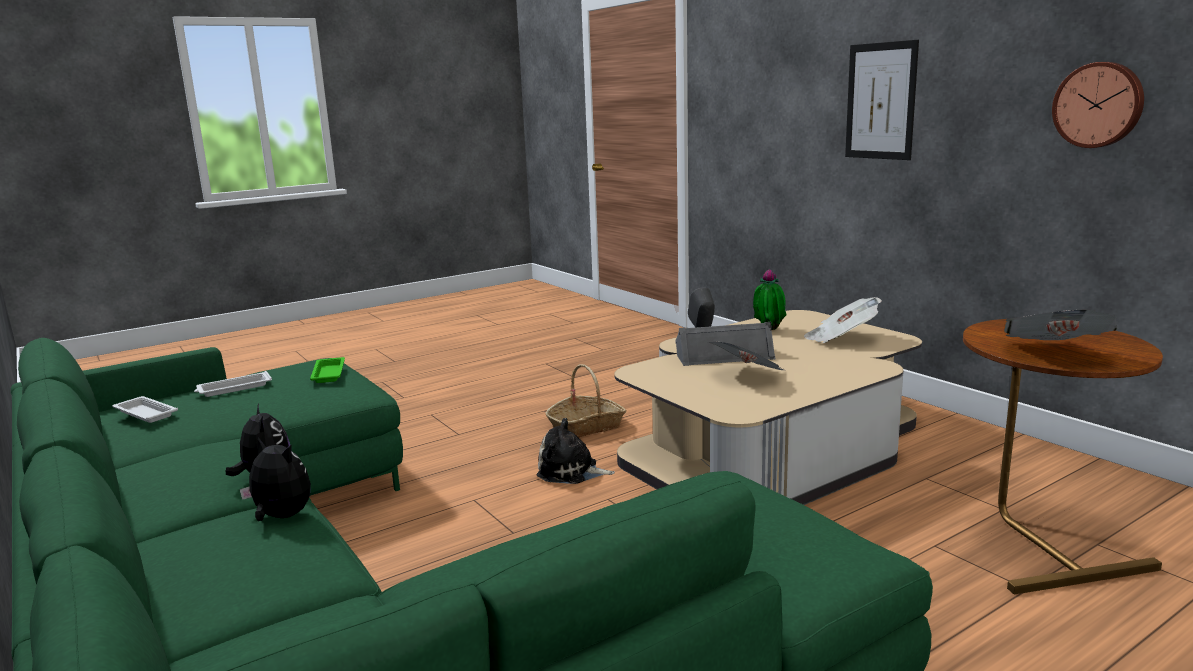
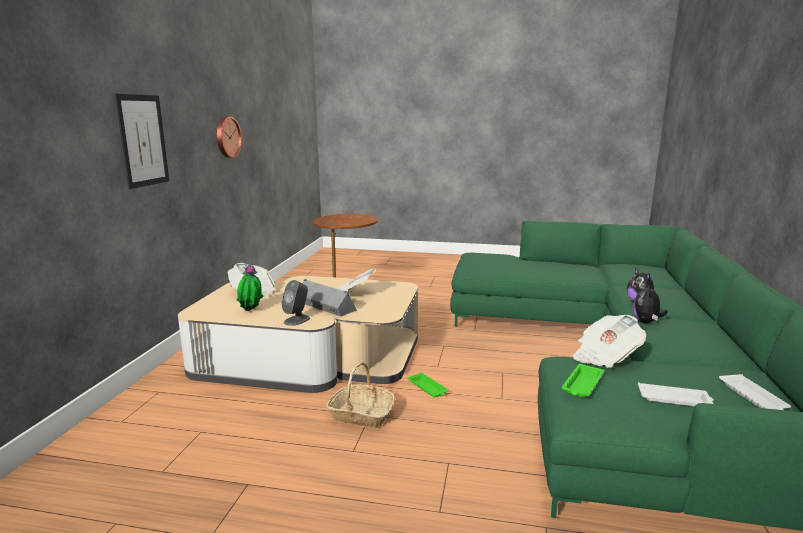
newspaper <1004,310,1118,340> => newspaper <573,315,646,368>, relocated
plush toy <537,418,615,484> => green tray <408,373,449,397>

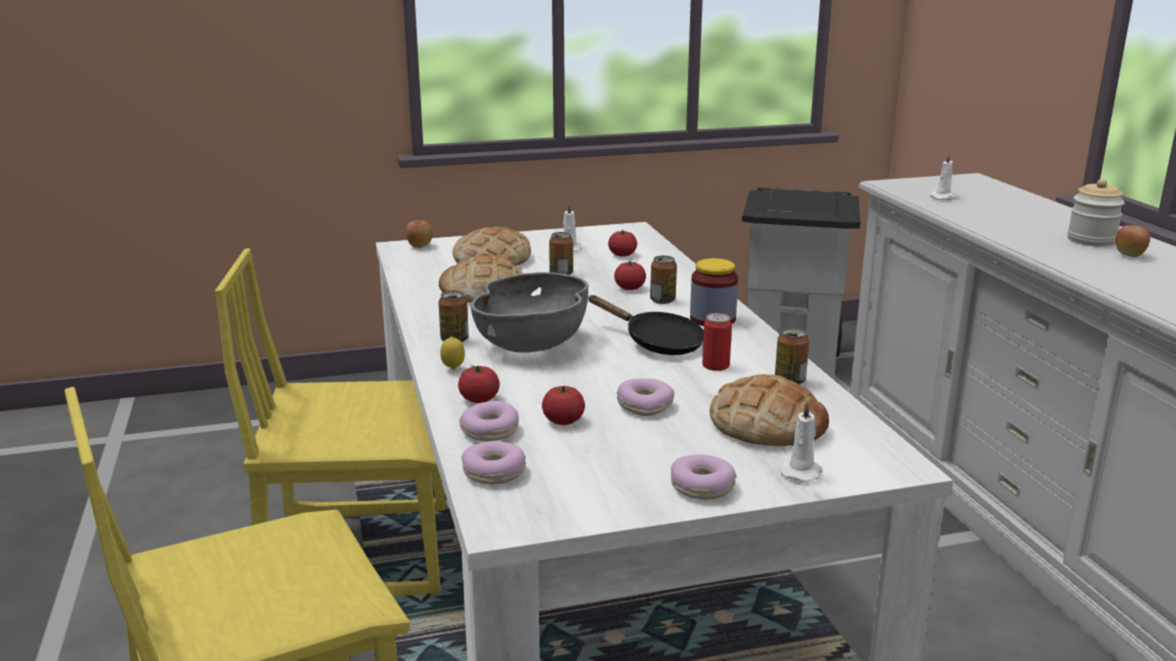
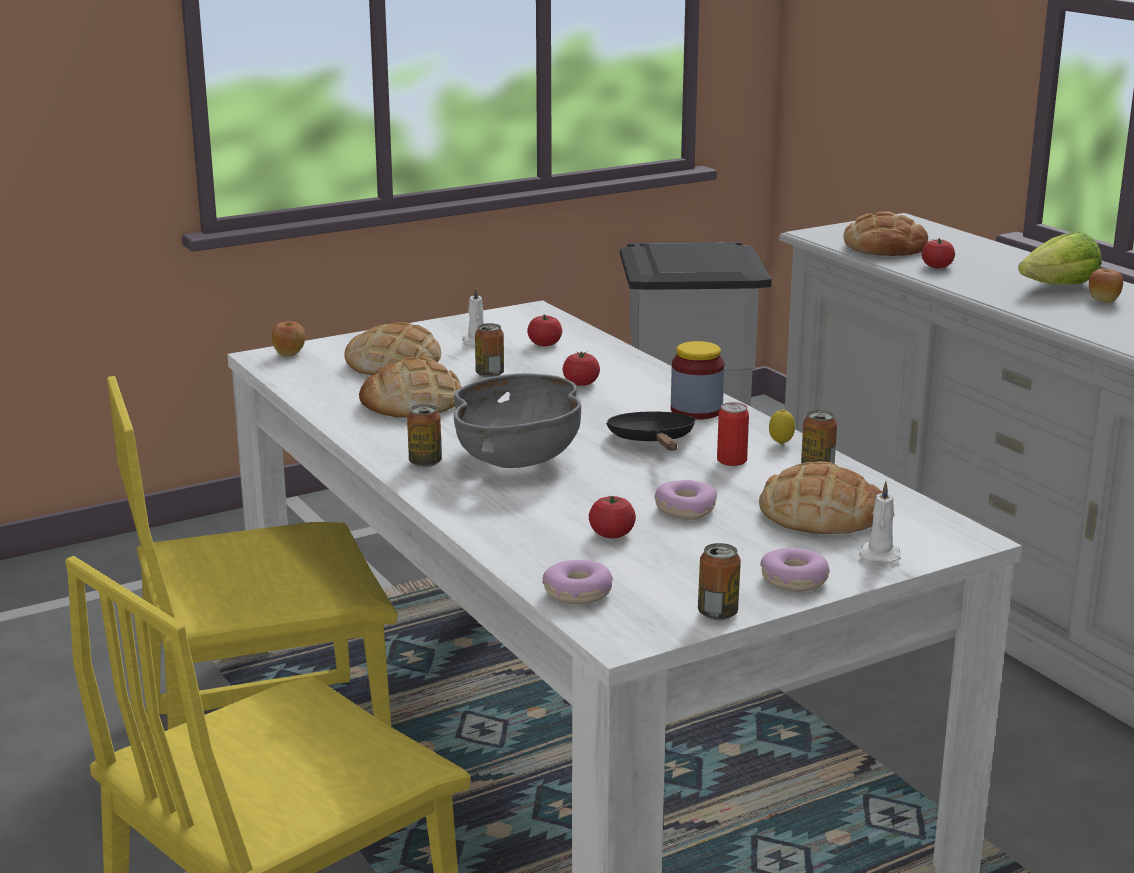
donut <459,401,519,441> => nothing
lemon <440,337,465,370> => lemon <769,409,795,445>, relocated
tomato <458,365,500,403> => tomato <921,238,955,268>, relocated
can <650,256,677,304> => can <698,543,741,620>, relocated
white candle <930,153,958,200> => bread <843,211,928,256>
jar <1067,179,1125,246> => lettuce <1018,231,1102,285>
black frying pan <588,295,704,355> => black frying pan <606,411,696,451>, 120 degrees counterclockwise

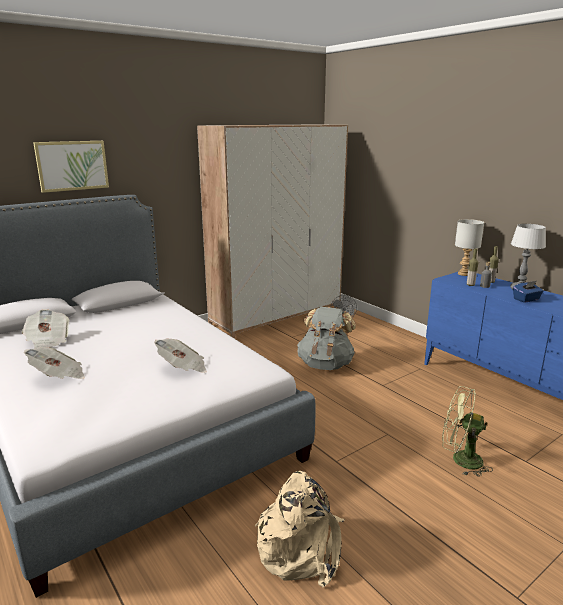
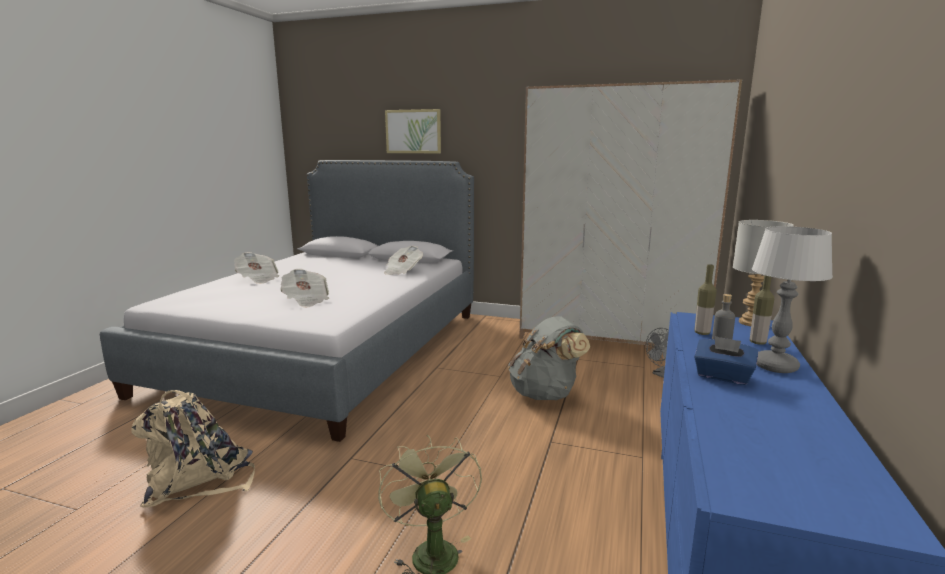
newspaper <22,309,69,349> => newspaper <384,246,423,275>, relocated

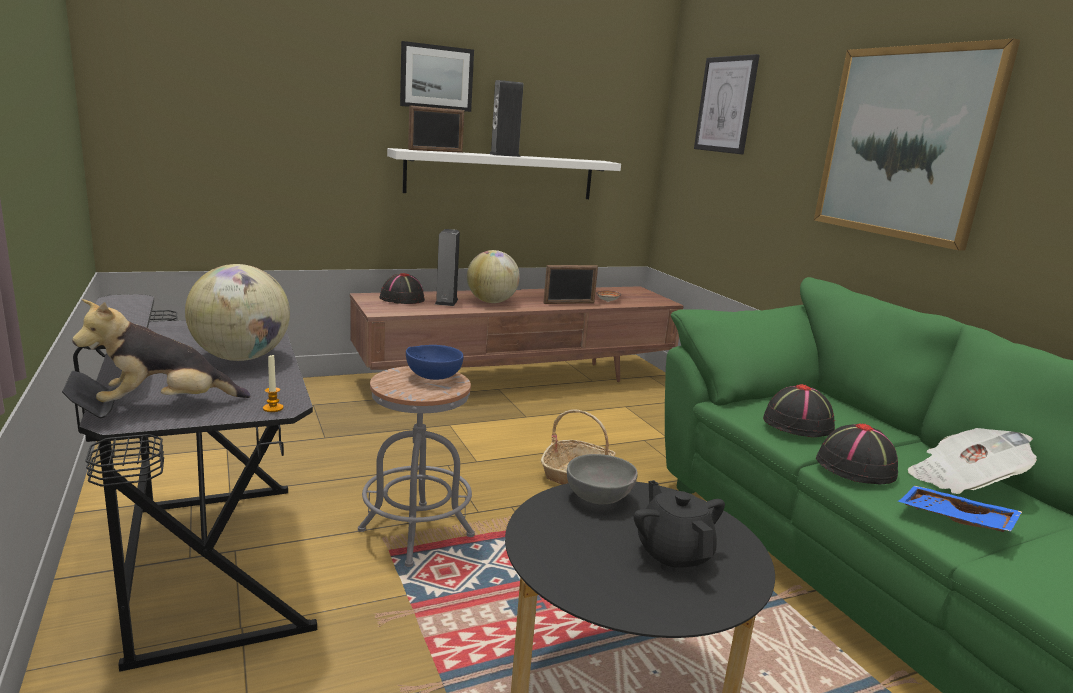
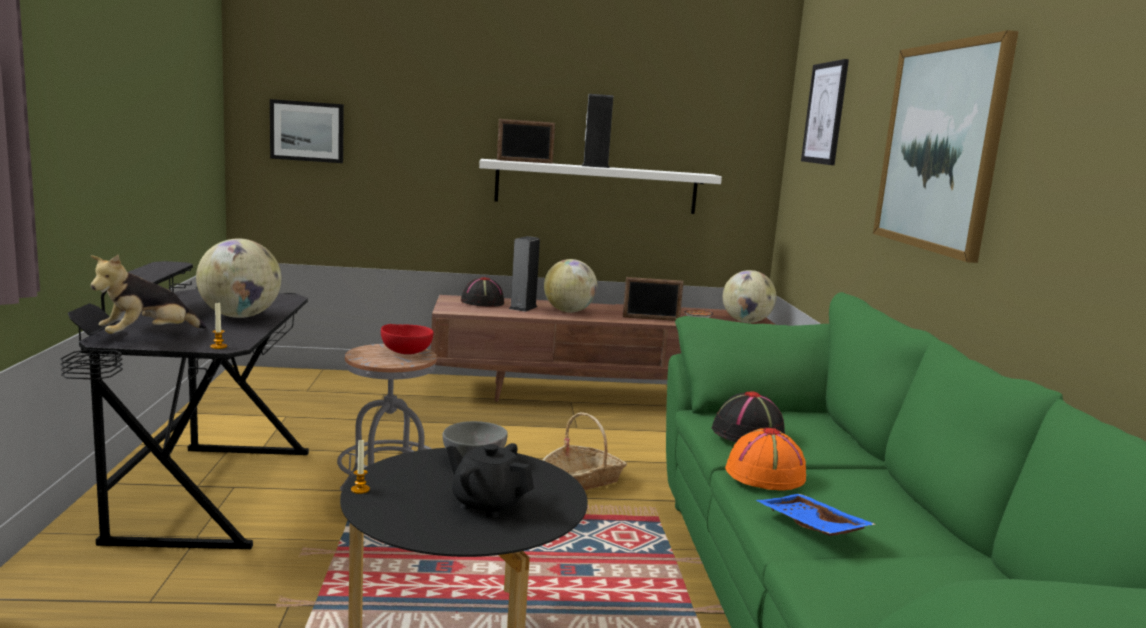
newspaper <908,428,1037,494> => nothing
nothing => candle <351,440,370,494>
nothing => globe <723,270,776,323>
picture <400,41,474,112> => picture <270,99,344,163>, relocated
blue bowl <406,345,463,380> => red bowl <381,324,434,354>
black hat <816,423,898,485> => orange hat <725,428,806,490>
plush toy <72,299,250,402> => plush toy <91,254,206,334>, 45 degrees counterclockwise
black teapot <634,480,725,572> => black teapot <446,443,534,518>, 60 degrees counterclockwise

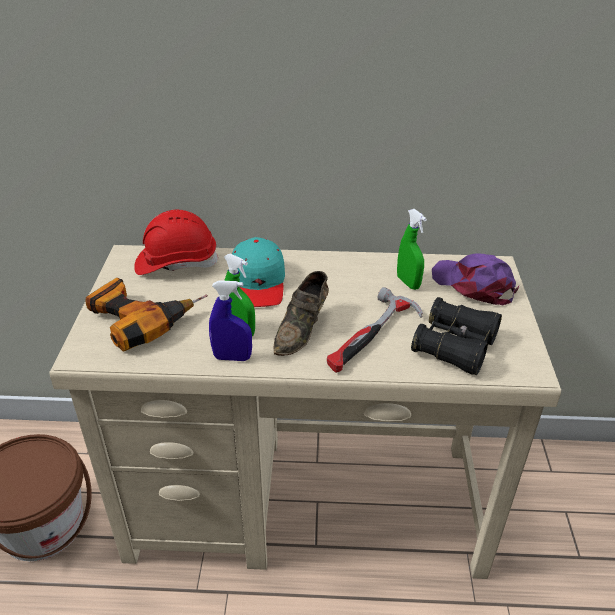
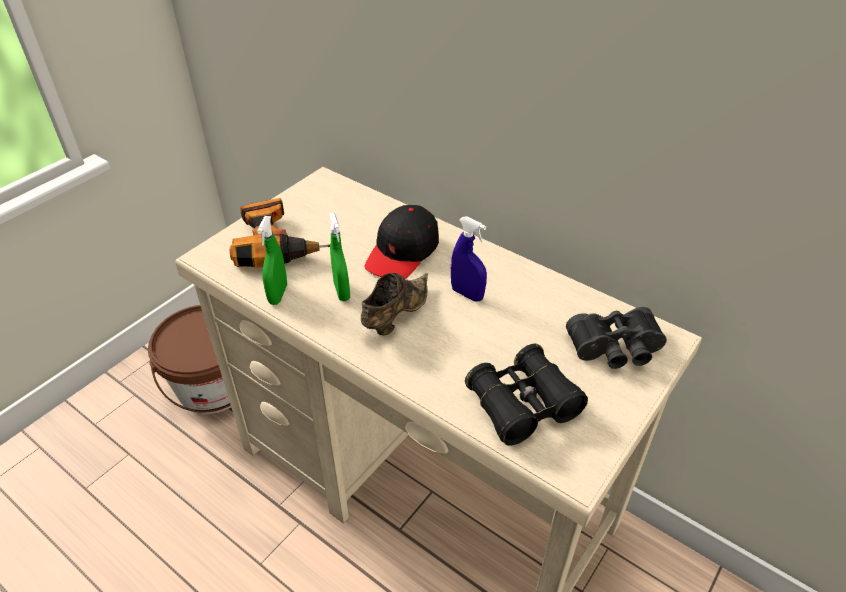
red hard hat <134,210,219,275> => nothing
hammer <327,287,423,373> => nothing
blue spray bottle <209,280,252,361> => blue spray bottle <451,216,487,302>, relocated
green spray bottle <397,209,427,290> => green spray bottle <257,216,287,305>, relocated
purple cap <432,253,519,305> => black binoculars <566,307,667,369>
turquoise cap <232,237,285,307> => black cap <365,205,439,279>
brown shoe <274,271,329,356> => brown shoe <361,273,428,335>, 150 degrees clockwise

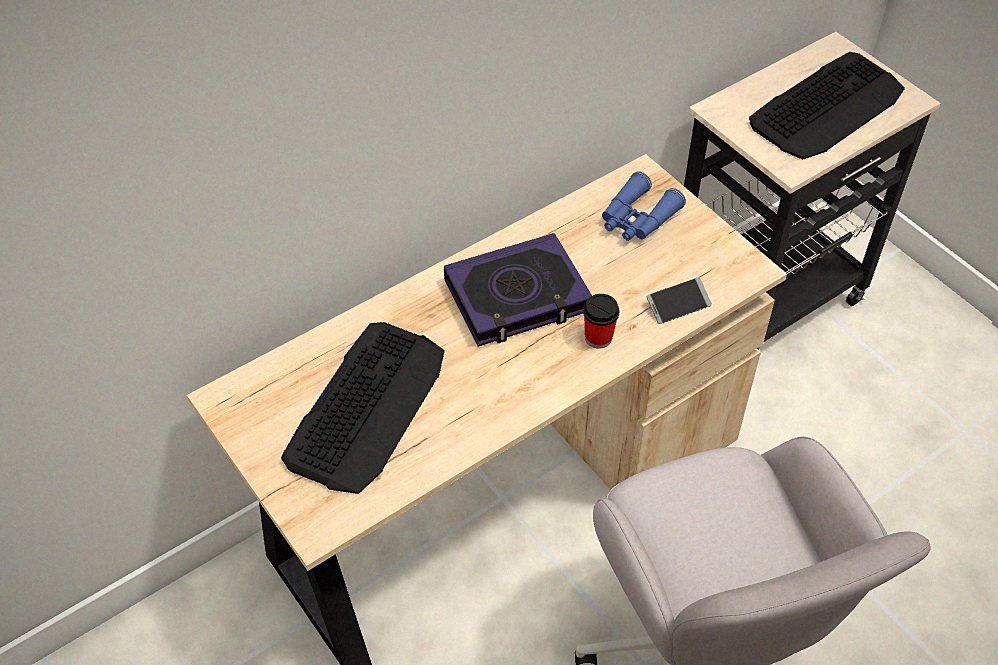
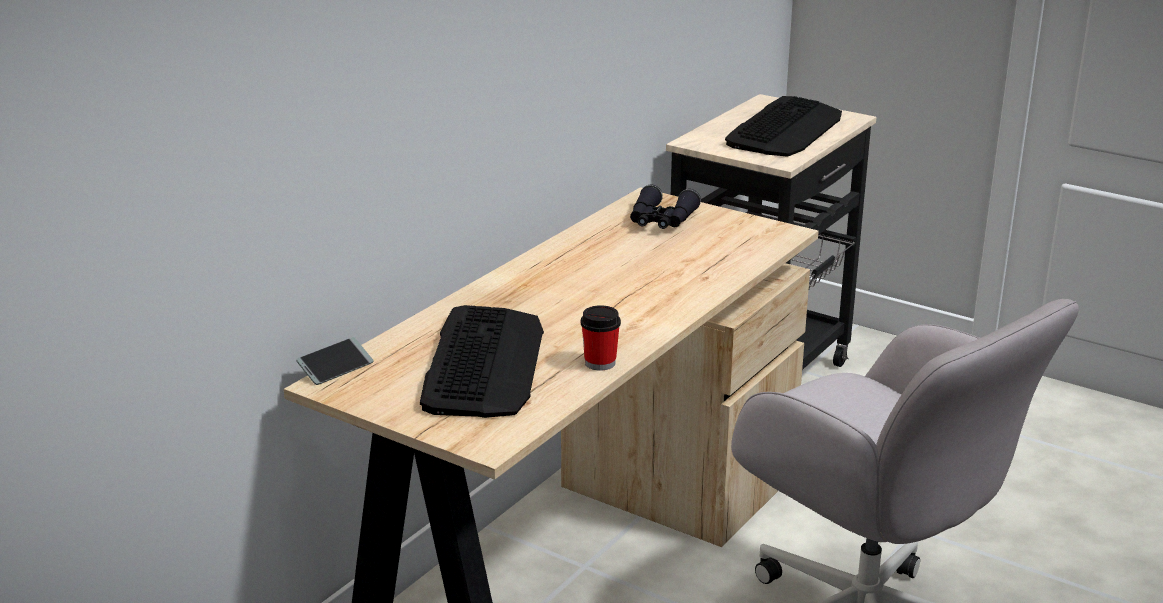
book <444,233,592,346> => nothing
cup <583,294,619,349> => cup <581,305,621,371>, relocated
phone <647,277,712,324> => phone <296,337,374,385>, relocated
blue binoculars <602,171,686,241> => black binoculars <630,185,701,229>

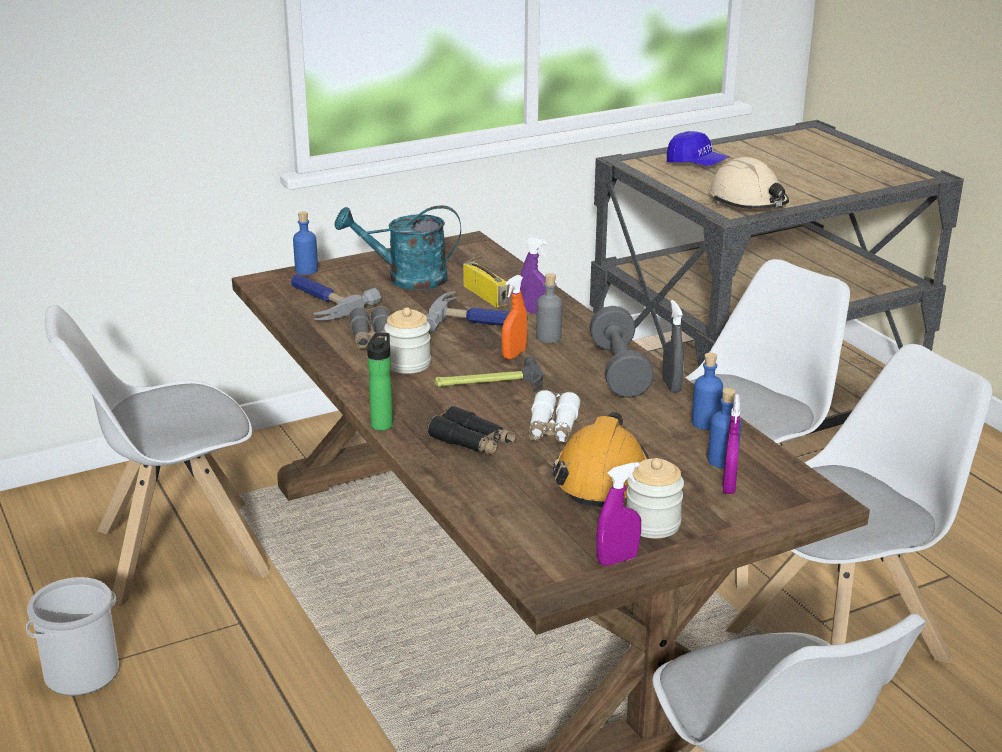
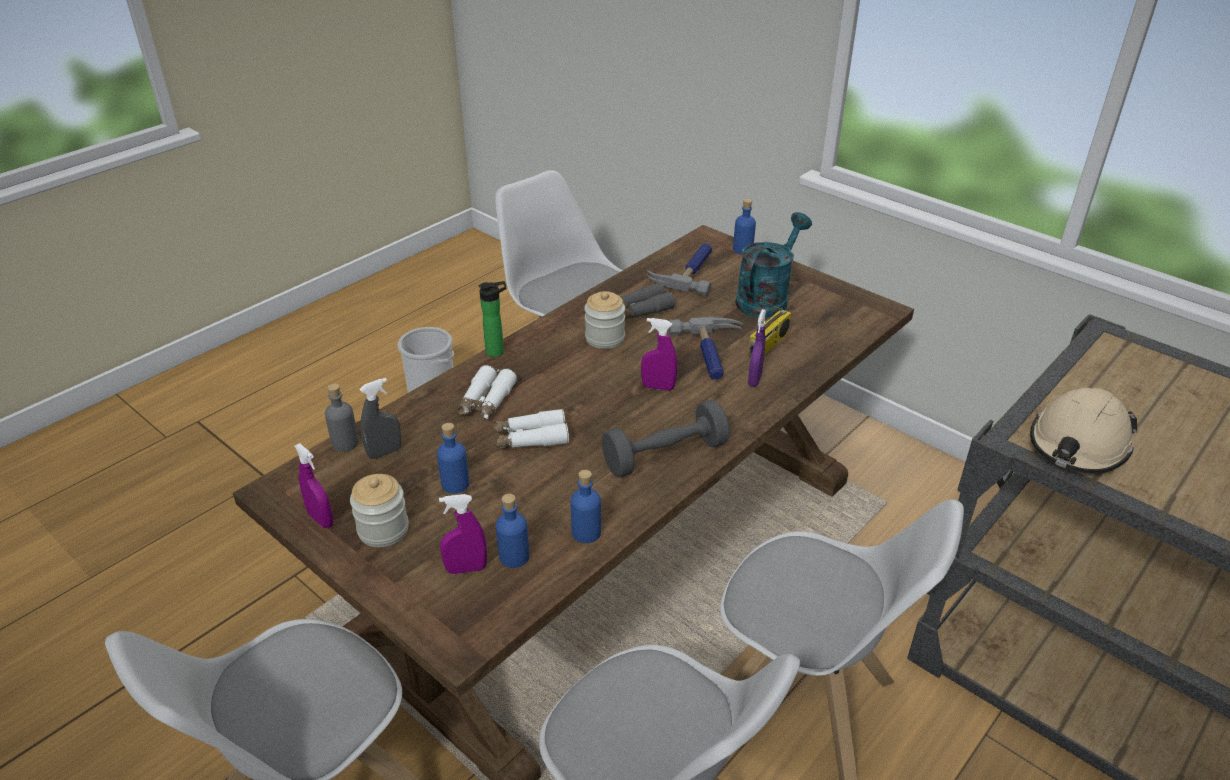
hammer <435,356,543,393> => nothing
blue cap <667,131,729,166> => nothing
grey bottle <536,273,563,343> => grey bottle <325,383,359,452>, relocated
grey spray bottle <662,300,684,393> => grey spray bottle <359,378,402,459>, relocated
orange hard hat <553,412,649,507> => blue bottle <437,423,469,494>
black binoculars <427,405,515,455> => white binoculars <457,365,517,420>
orange spray bottle <502,275,527,360> => purple spray bottle <641,318,677,391>
turquoise watering can <335,205,461,290> => turquoise watering can <735,212,812,317>, 60 degrees clockwise

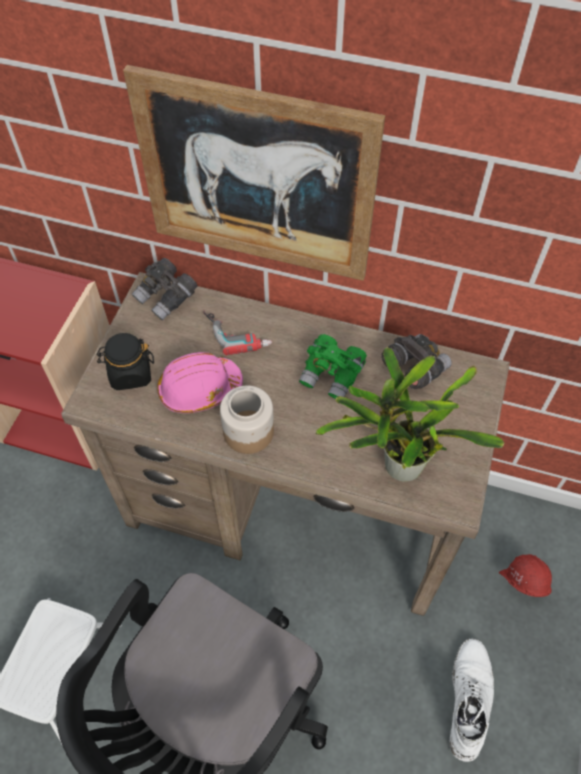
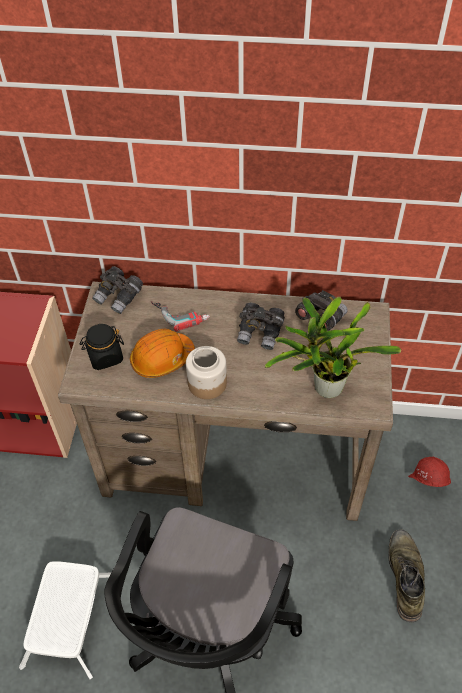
picture <123,65,385,281> => nothing
pink hard hat <157,352,243,413> => orange hard hat <130,329,195,378>
green binoculars <299,334,367,399> => grey binoculars <237,303,285,350>
white boot <450,638,494,762> => green boot <388,529,425,622>

